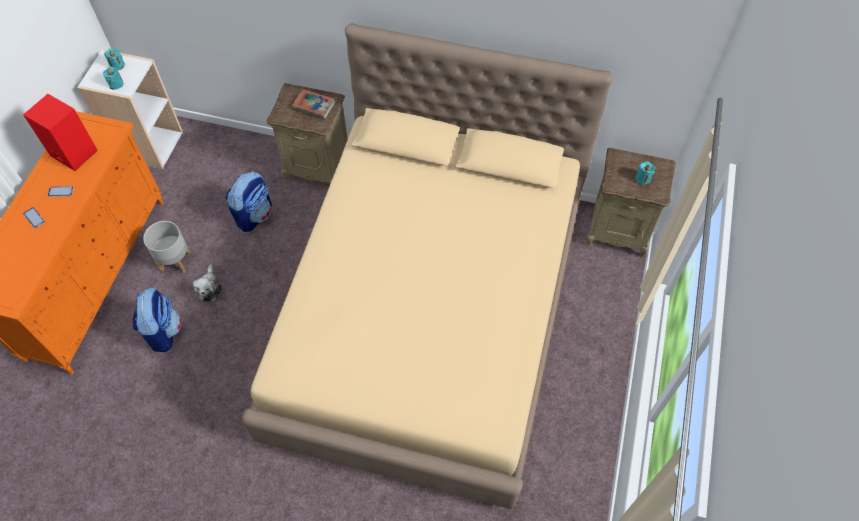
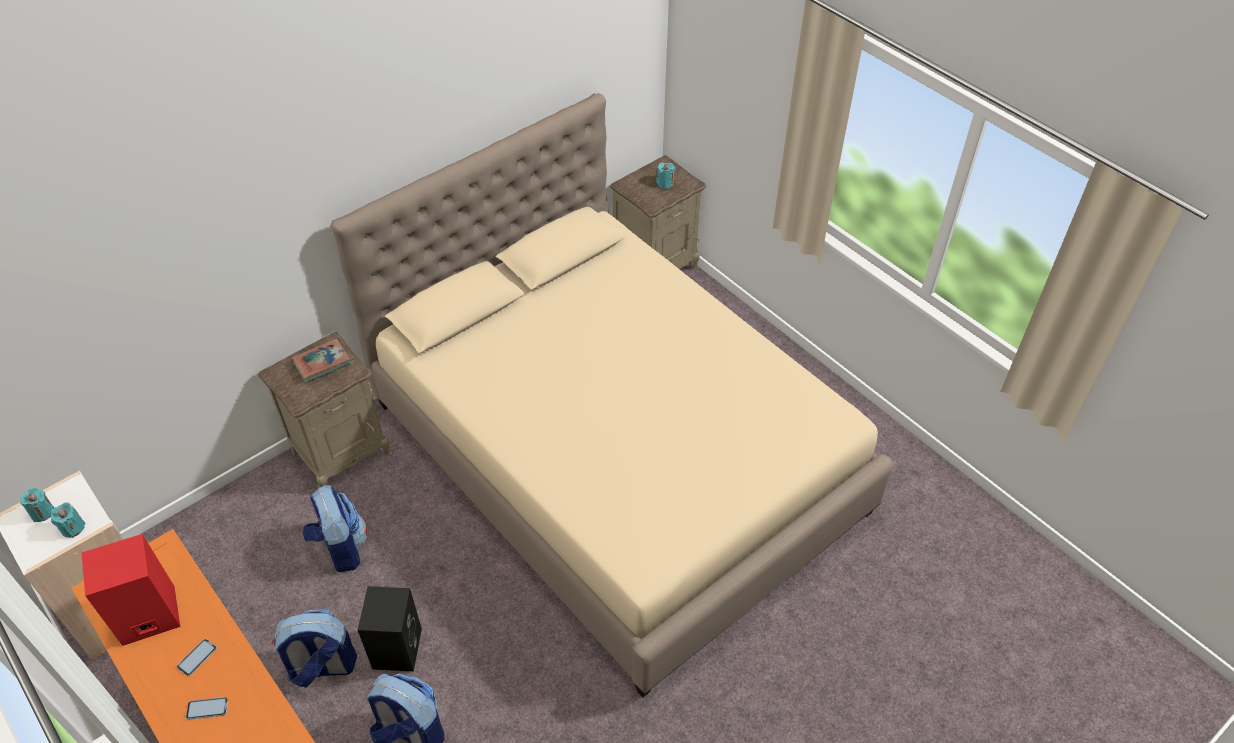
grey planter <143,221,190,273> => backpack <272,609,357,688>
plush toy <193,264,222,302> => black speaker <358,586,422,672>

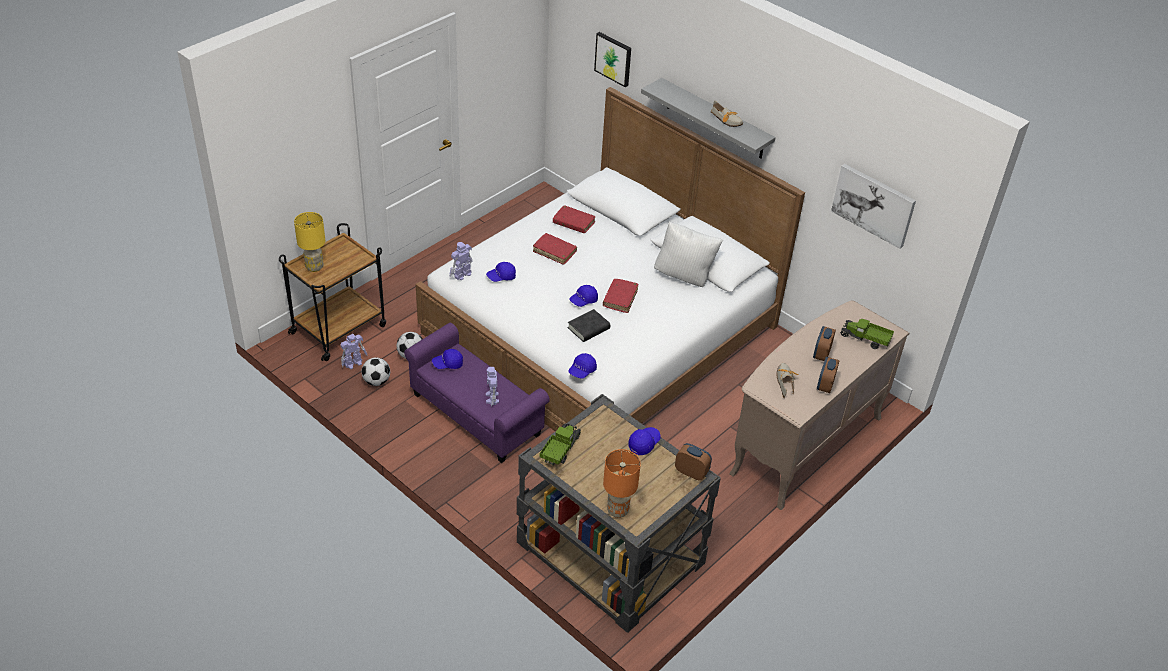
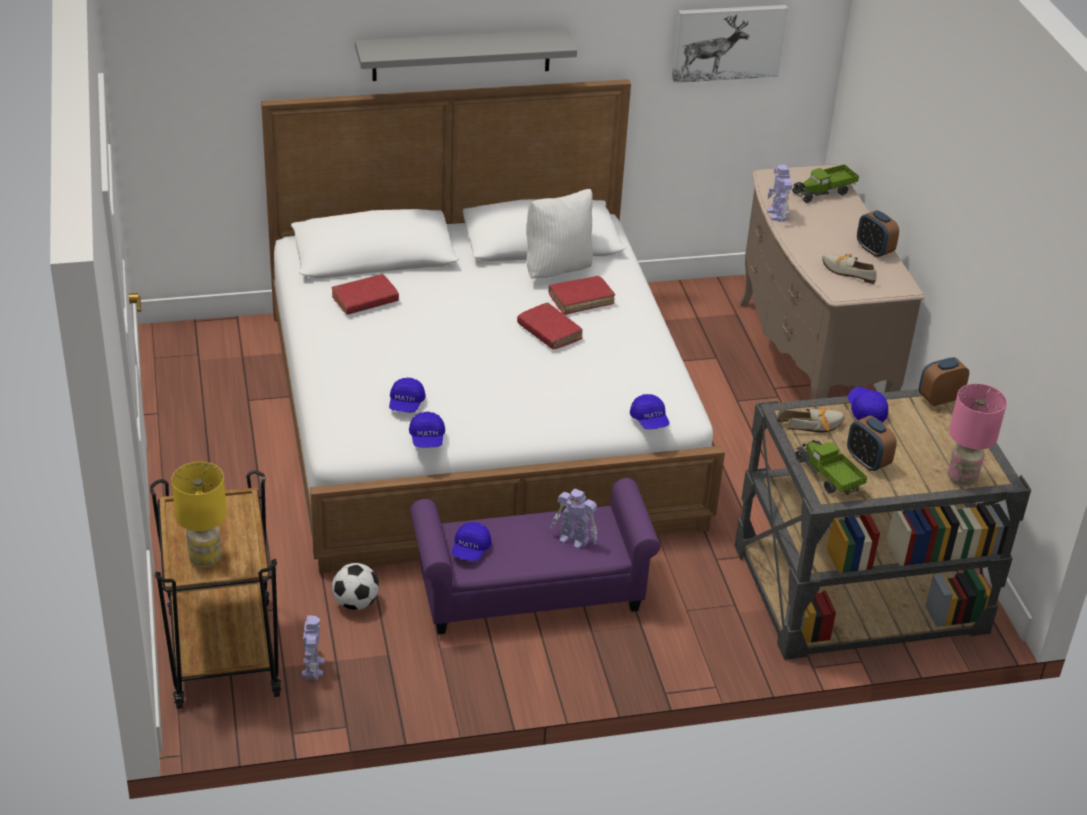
football <361,357,390,386> => nothing
black book <568,309,610,342> => nothing
picture <594,32,631,87> => nothing
toy robot <449,242,473,280> => toy robot <767,165,792,222>, relocated
red book <533,233,577,265> => red book <548,276,615,315>, relocated
blue cap <570,285,598,307> => blue cap <409,412,445,447>, relocated
shoe <711,100,743,127> => shoe <777,406,845,432>, relocated
alarm clock <813,326,836,361> => alarm clock <847,416,897,471>, relocated
orange table lamp <603,449,641,518> => pink table lamp <948,383,1007,486>

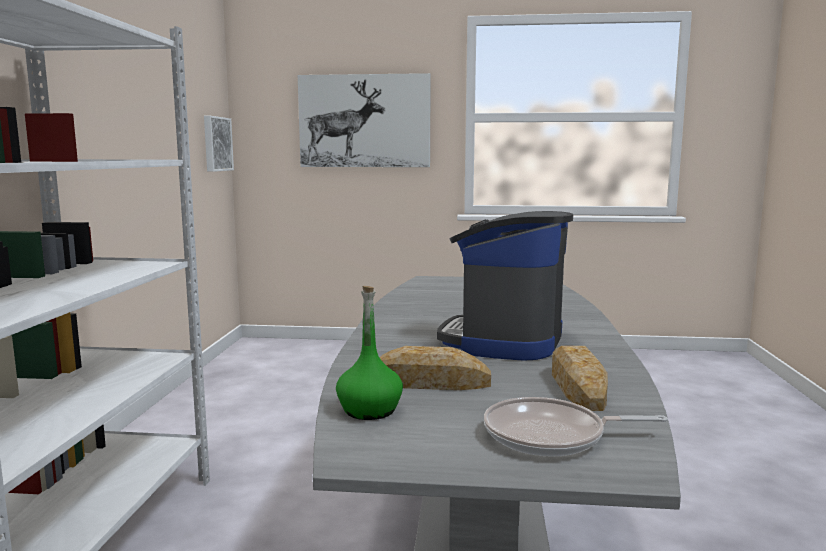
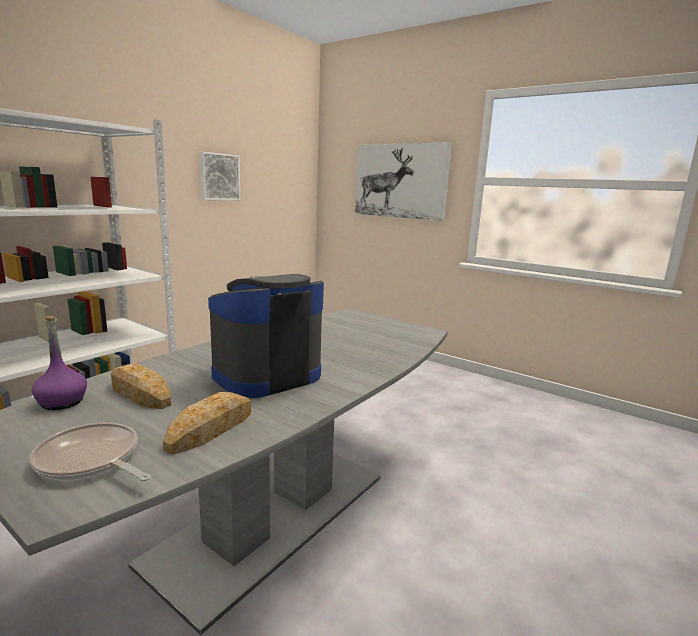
picture <204,116,234,172> => picture <199,152,240,200>, relocated
green bottle <336,286,403,420> => purple bottle <31,316,87,410>

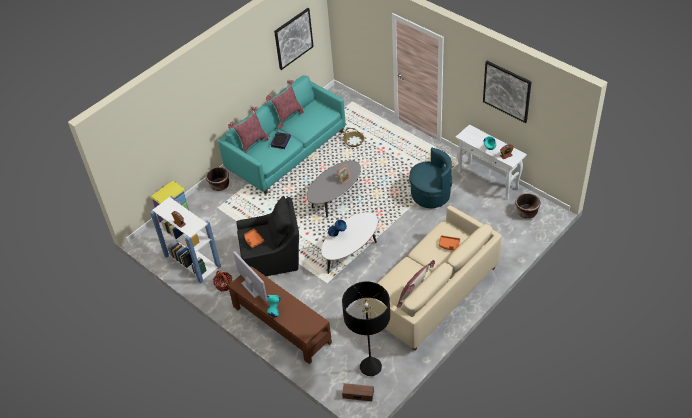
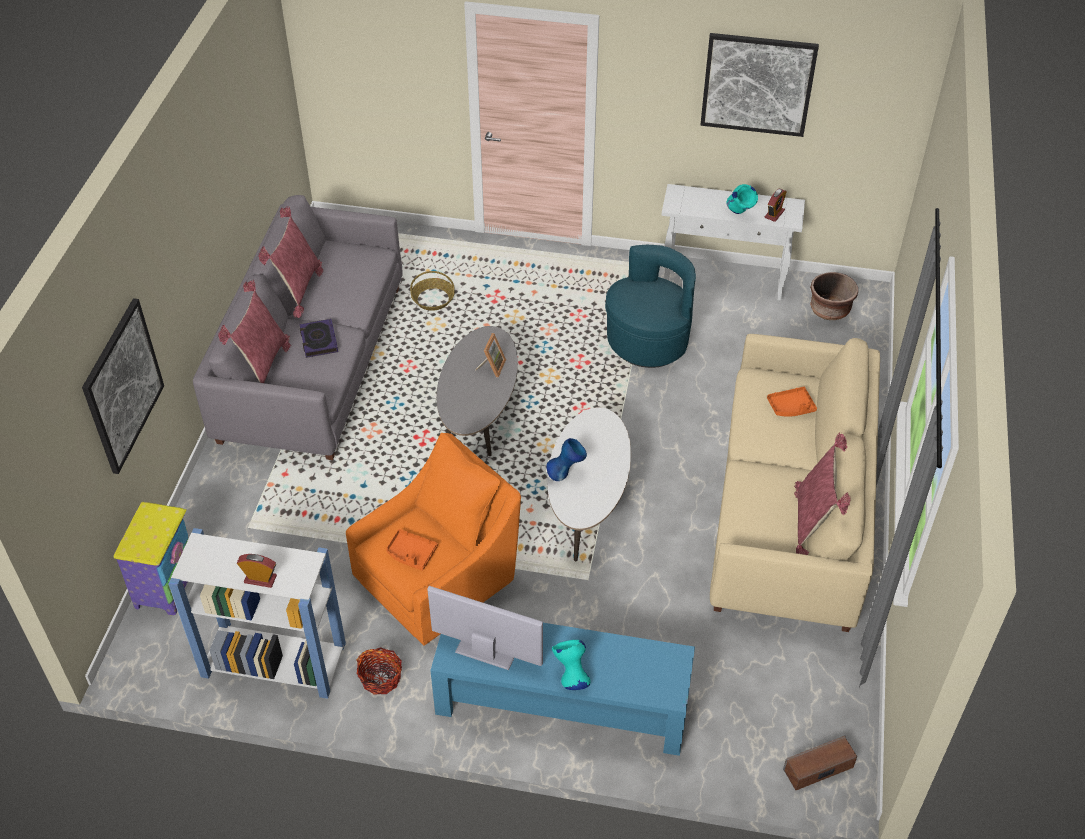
brown planter <206,167,229,191> => nothing
black floor lamp <342,281,390,376> => nothing
picture <274,8,314,70> => picture <82,298,164,474>, relocated
turquoise sofa <218,76,346,194> => grey sofa <193,195,402,460>
brown tv stand <228,266,332,364> => blue tv stand <430,623,695,756>
black armchair <236,196,299,276> => orange armchair <346,433,521,646>

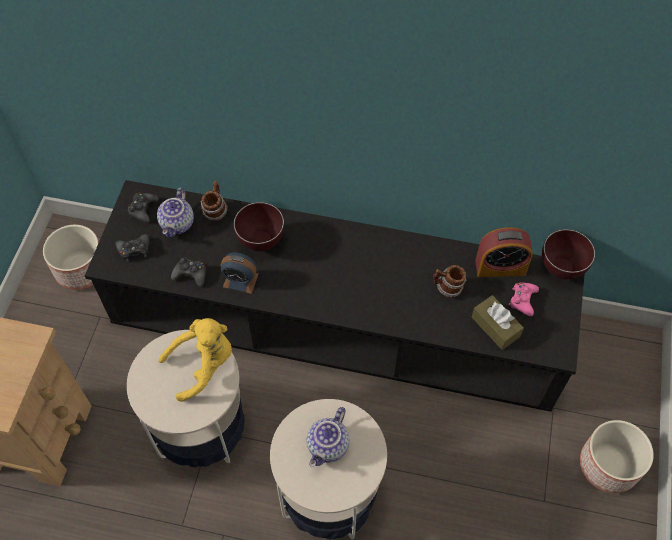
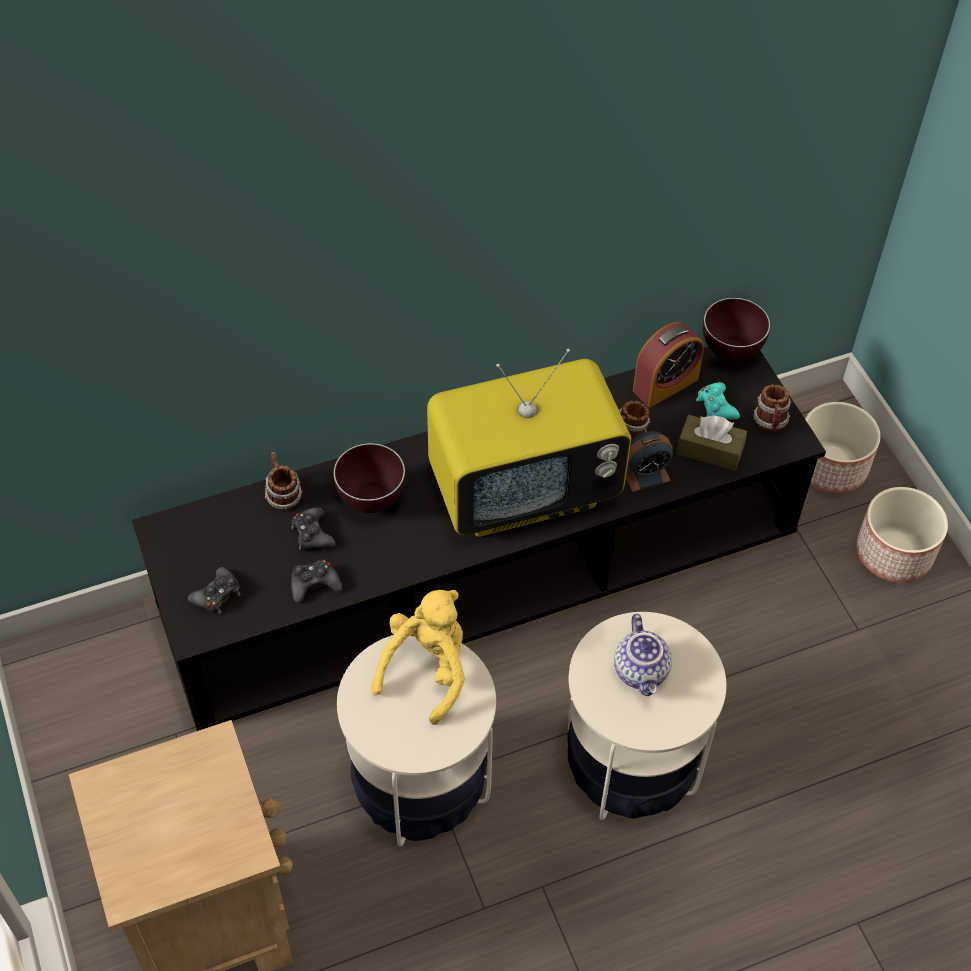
teapot <157,188,194,238> => nothing
nothing => television <427,349,631,537>
nothing => mug <754,384,791,431>
planter <43,225,99,290> => planter <805,402,880,494>, relocated
black game controller <128,192,159,223> => black game controller <291,507,336,551>, relocated
alarm clock <221,252,259,294> => alarm clock <626,431,673,492>, relocated
pink game controller <509,282,539,316> => turquoise game controller <696,382,740,420>

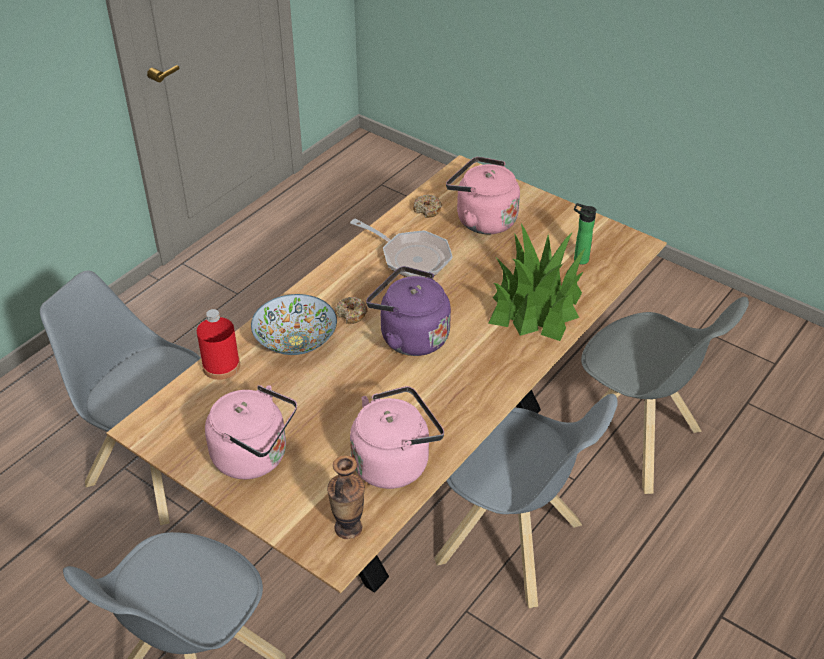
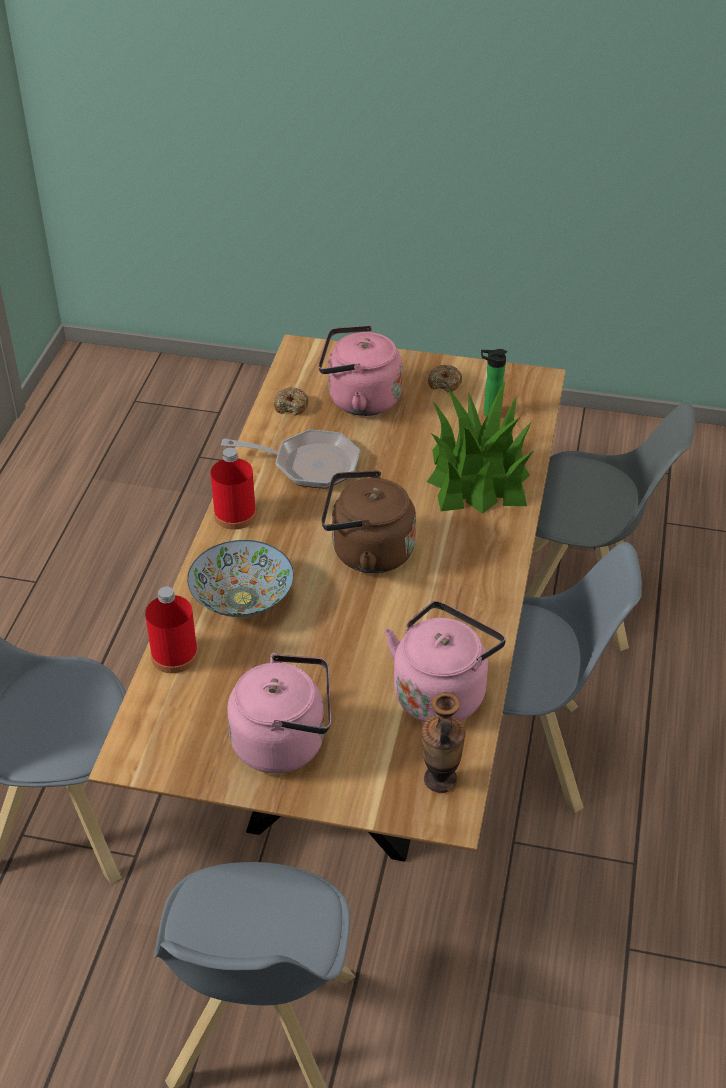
nothing => red bottle <210,448,257,530>
donut <335,297,368,324> => donut <428,364,463,392>, relocated
purple kettle <366,266,451,356> => brown kettle <321,470,416,573>

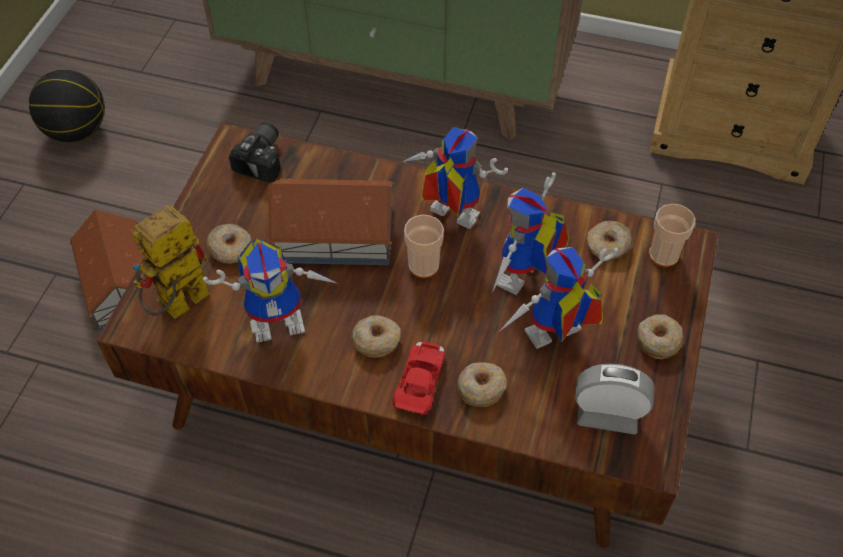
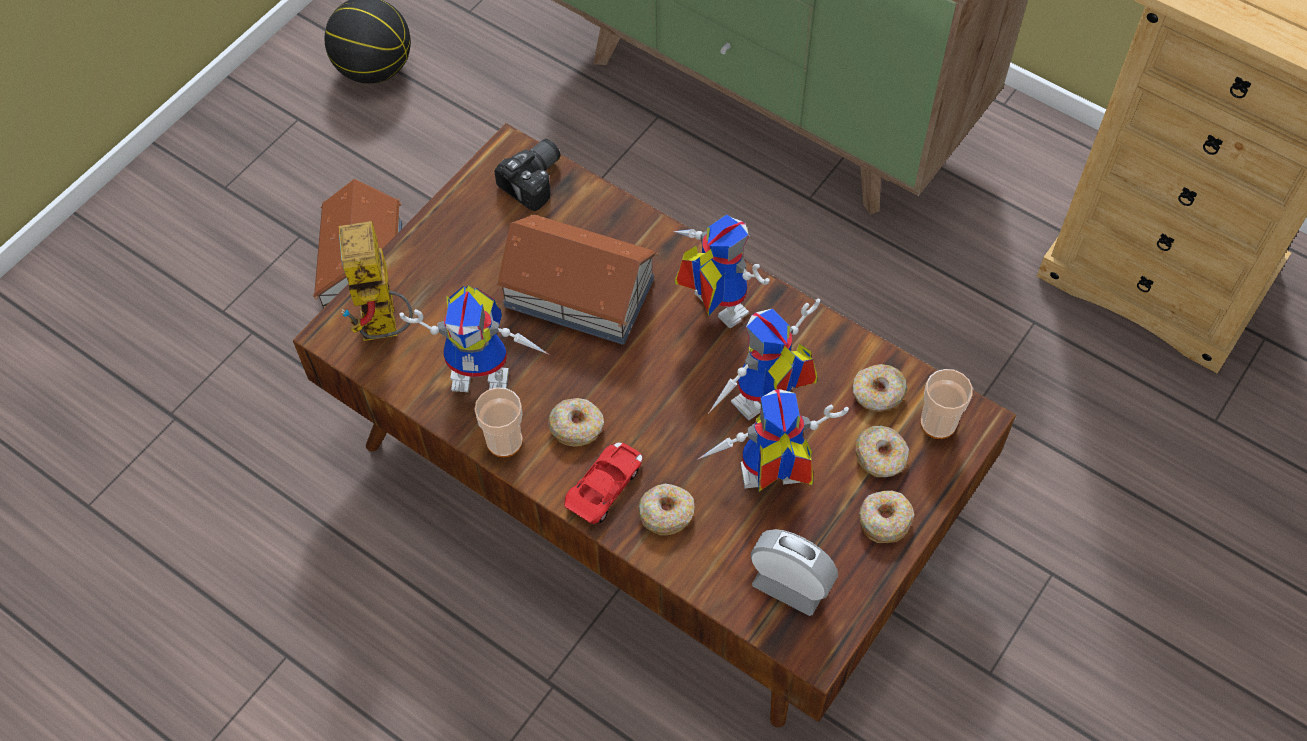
donut <206,224,251,264> => donut <856,426,909,477>, relocated
cup <404,215,444,278> => cup <474,387,523,457>, relocated
toy robot <132,205,210,319> => toy robot <339,221,413,341>, 75 degrees counterclockwise

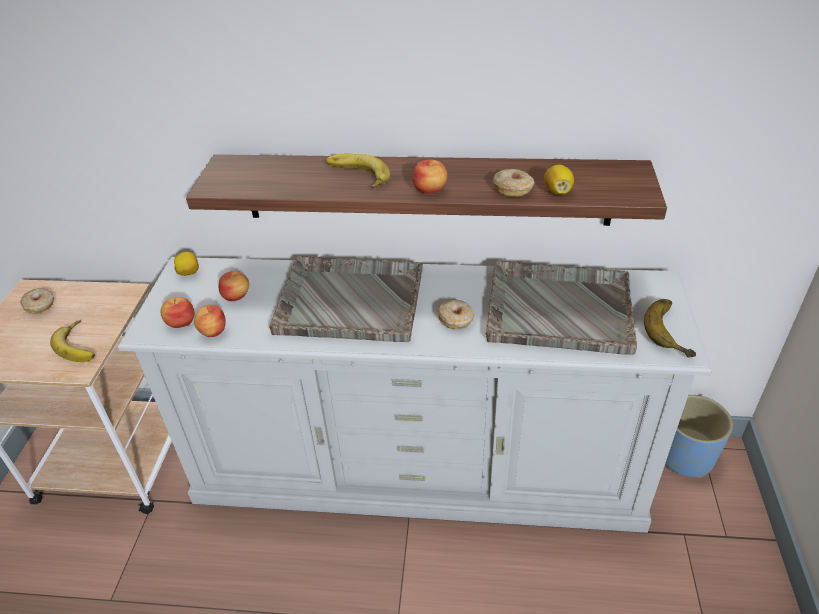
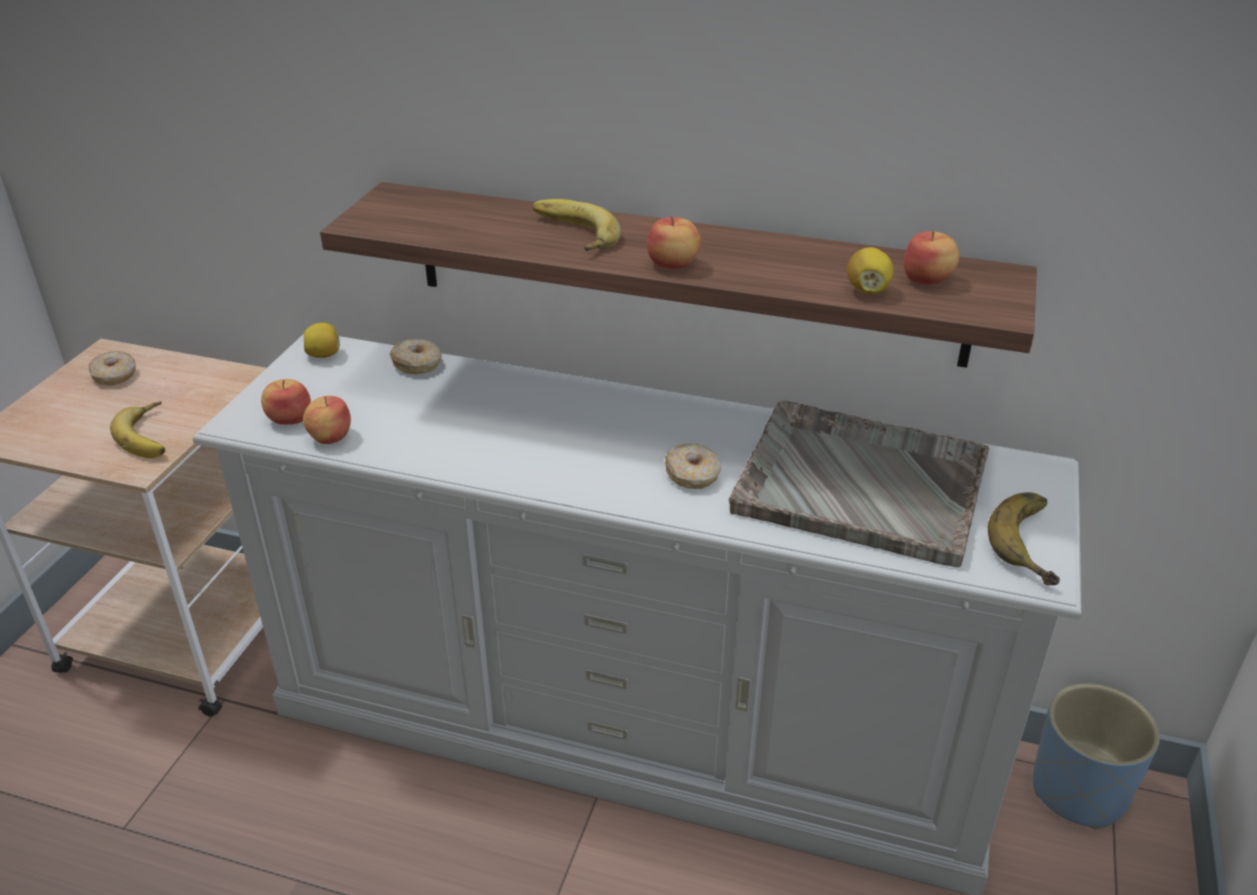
grey tray <269,256,423,342> => nothing
apple <219,271,249,301> => apple <904,231,959,285>, relocated
donut <493,169,534,197> => donut <390,339,442,374>, relocated

